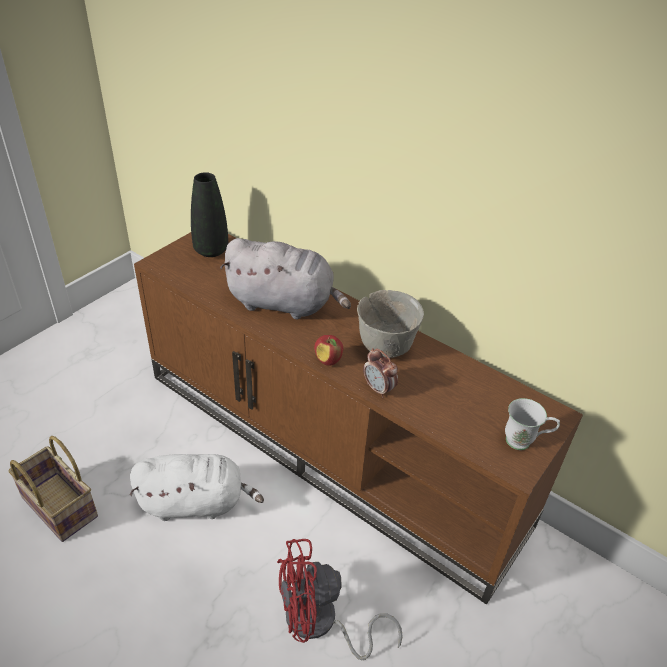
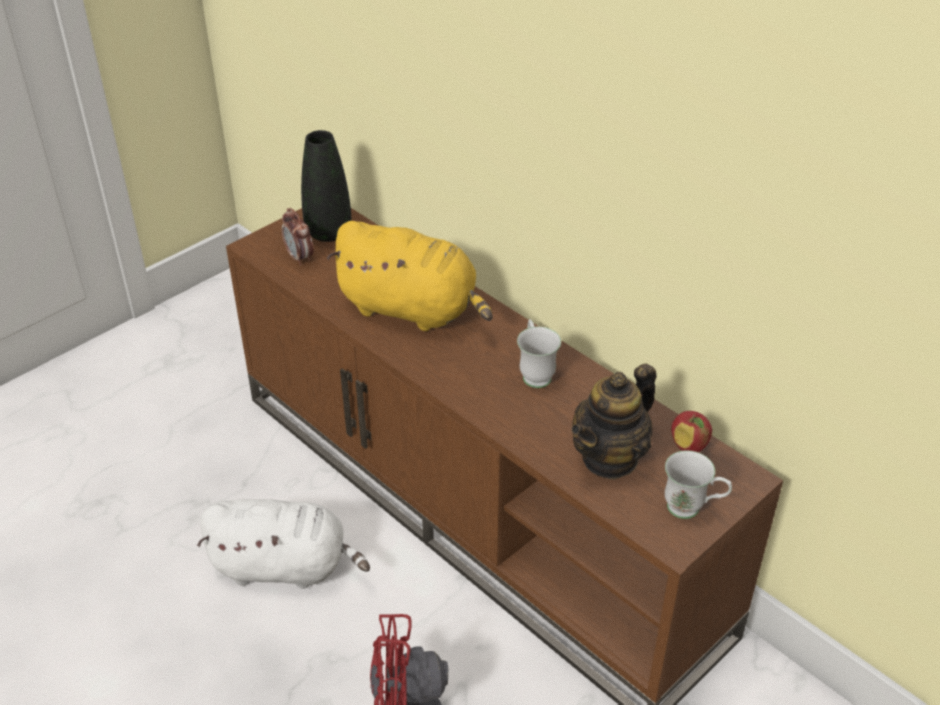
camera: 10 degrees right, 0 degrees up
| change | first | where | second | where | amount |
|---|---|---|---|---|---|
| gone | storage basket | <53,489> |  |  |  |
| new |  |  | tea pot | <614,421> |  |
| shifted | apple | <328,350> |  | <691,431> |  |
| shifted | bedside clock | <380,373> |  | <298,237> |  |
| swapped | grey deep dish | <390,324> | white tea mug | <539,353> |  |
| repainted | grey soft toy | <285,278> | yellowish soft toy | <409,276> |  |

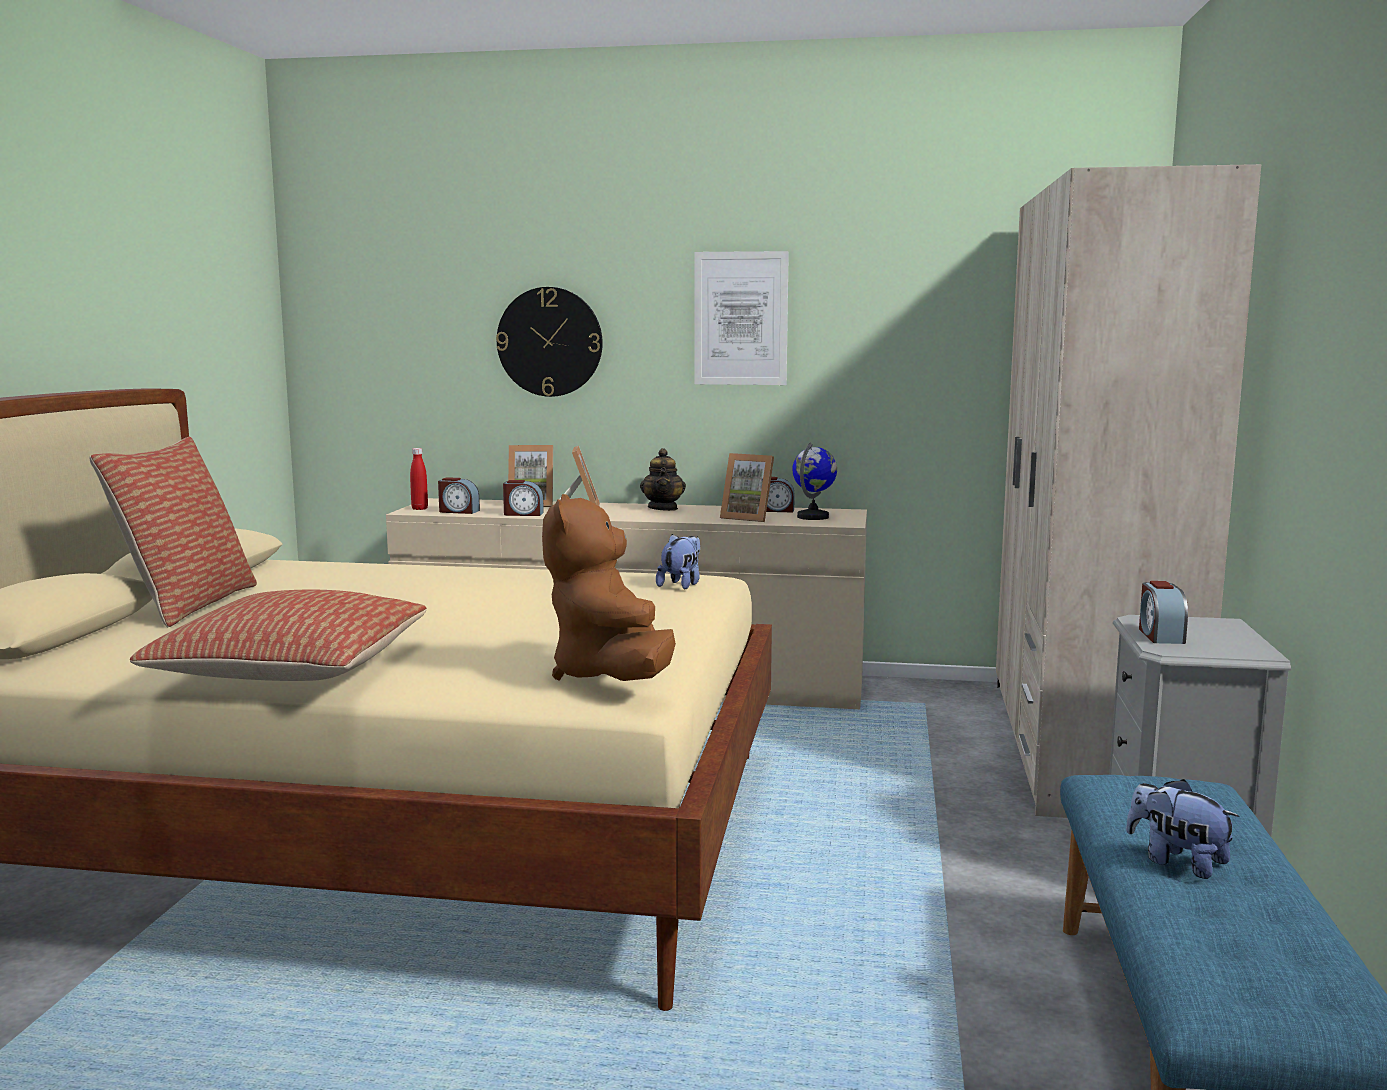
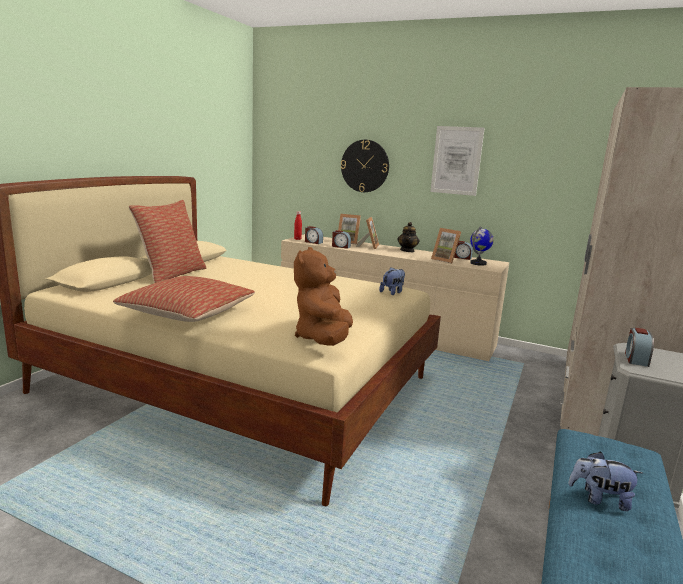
camera: 15 degrees right, 5 degrees up
| change | first | where | second | where | amount |
|---|---|---|---|---|---|
| rotated | soft toy | <1182,829> |  | <605,481> | 45 degrees counterclockwise |

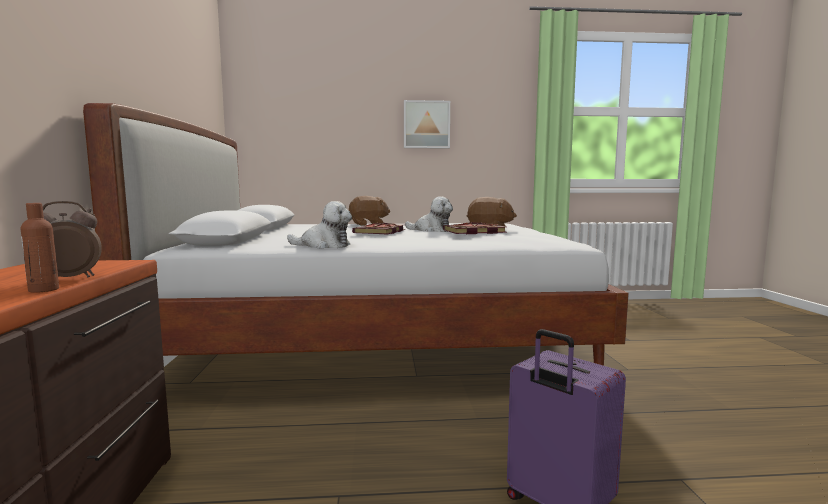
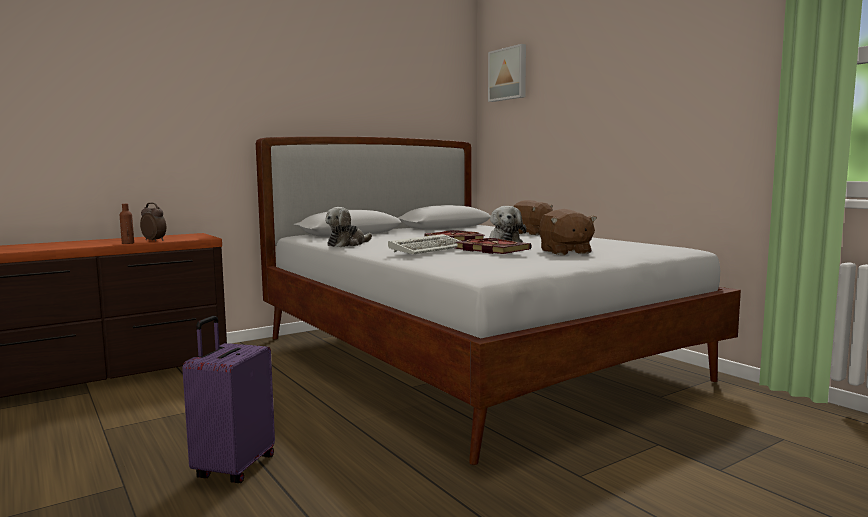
camera: 60 degrees right, 0 degrees up
| change | first | where | second | where | amount |
|---|---|---|---|---|---|
| new |  |  | PC keyboard | <424,244> |  |
| shifted | picture | <427,124> |  | <507,73> |  |
| rotated | soft toy | <319,225> |  | <348,227> | 60 degrees clockwise |

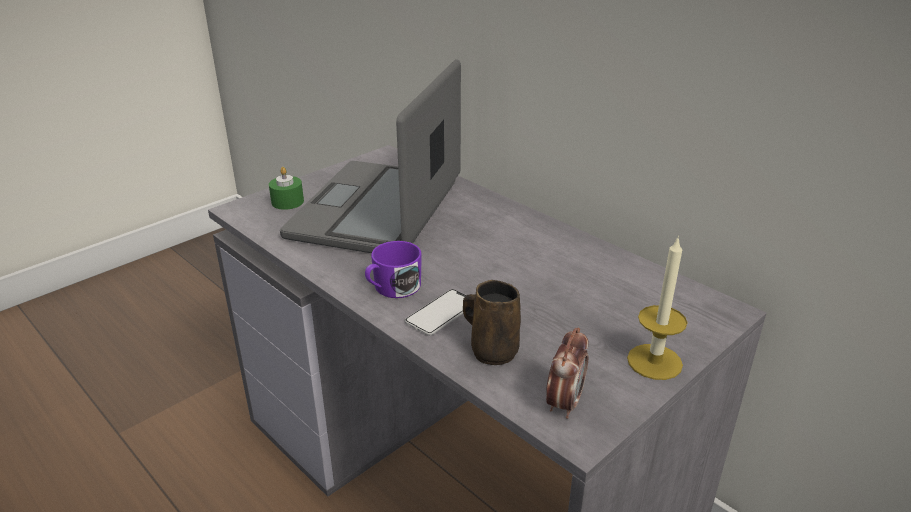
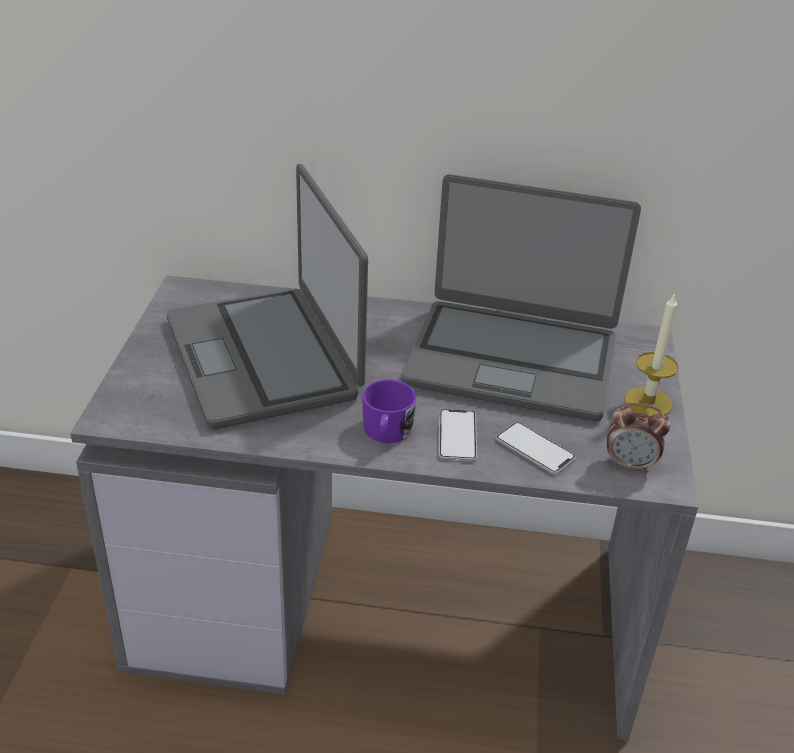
camera: 40 degrees left, 5 degrees up
| change | first | where | second | where | amount |
|---|---|---|---|---|---|
| gone | green wax light | <286,188> |  |  |  |
| new |  |  | laptop | <521,297> |  |
| swapped | brown-coloured tea mug | <492,322> | telephone | <536,448> |  |
| rotated | bedside clock | <567,373> |  | <638,438> | 120 degrees clockwise |

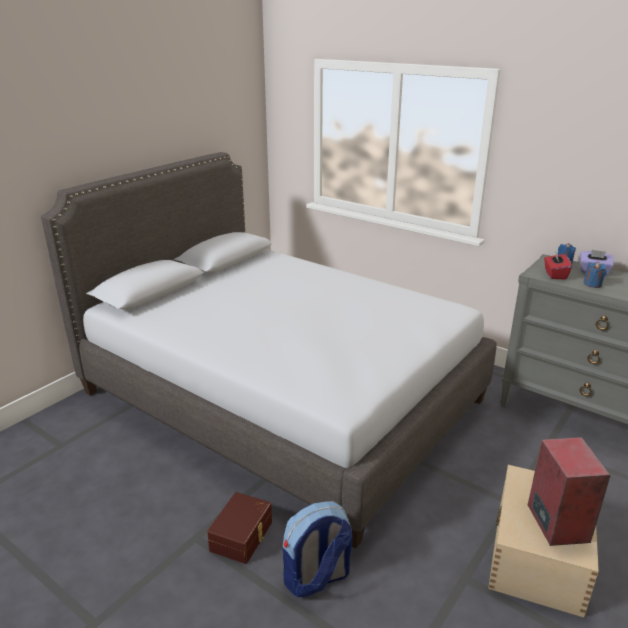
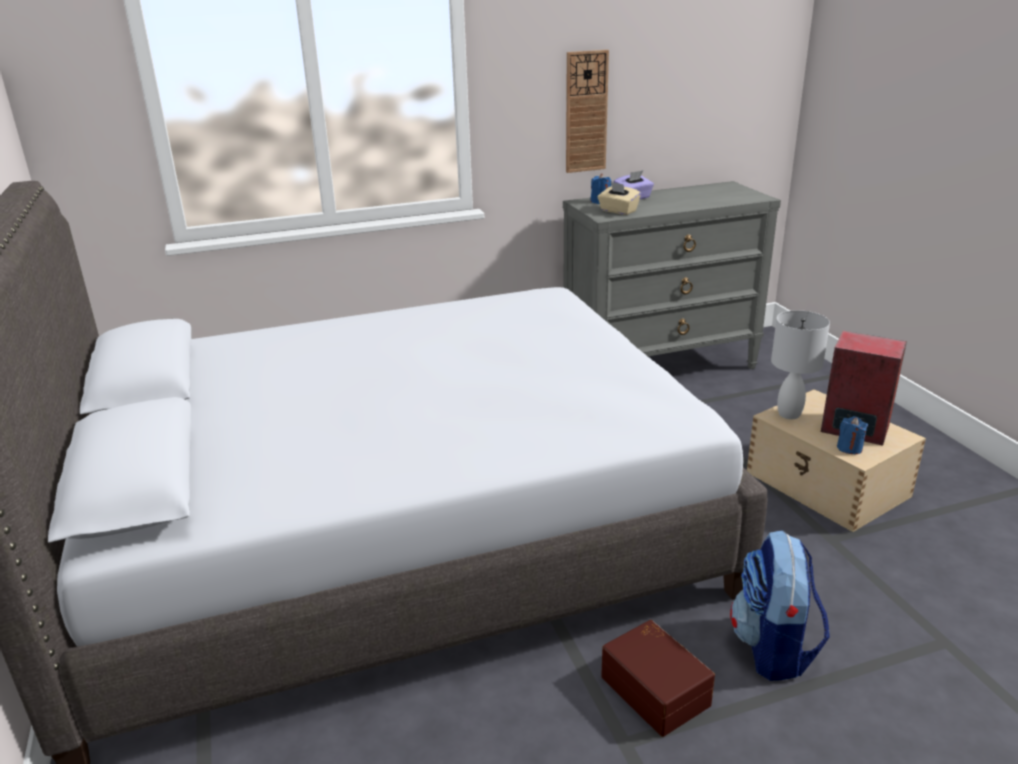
camera: 55 degrees left, 0 degrees up
| change | first | where | second | where | amount |
|---|---|---|---|---|---|
| new |  |  | clock on the wall | <587,111> |  |
| new |  |  | white table lamp | <800,364> |  |
| shifted | bluish wax light | <595,275> |  | <852,435> |  |
| repainted | red box of tissues | <558,265> | beige-coloured box of tissues | <619,198> |  |

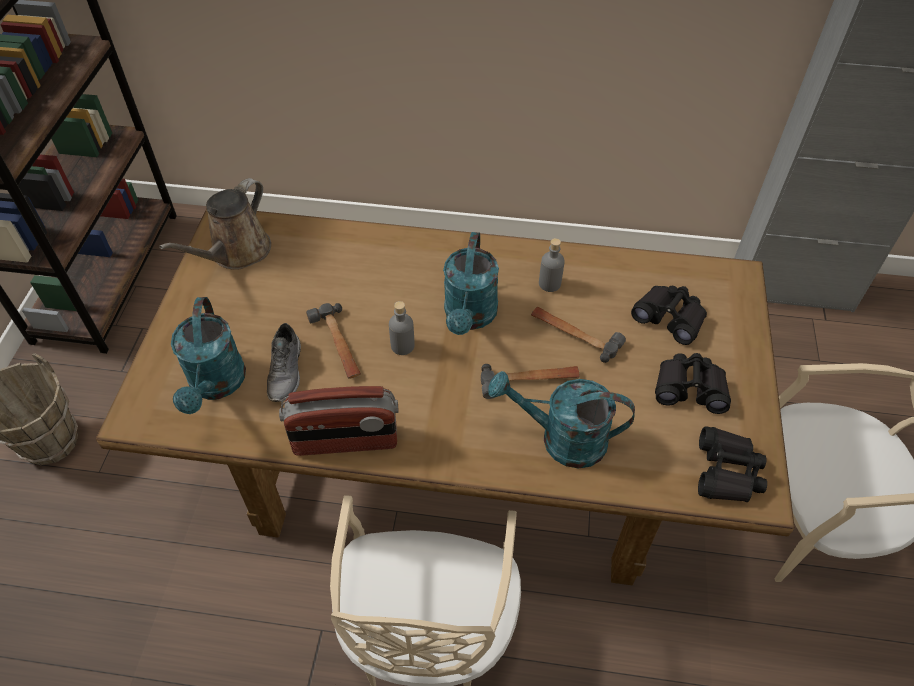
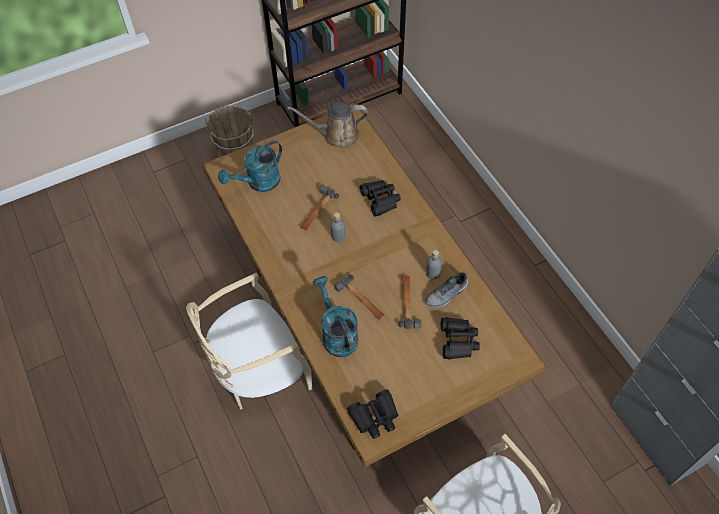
camera: 55 degrees right, 5 degrees up
| change | first | where | second | where | amount |
|---|---|---|---|---|---|
| gone | radio set | <339,421> |  |  |  |
| gone | turquoise watering pot | <471,283> |  |  |  |
| shifted | grey item of footwear | <284,362> |  | <446,290> |  |
| shifted | blackish field glasses | <693,383> |  | <380,198> |  |

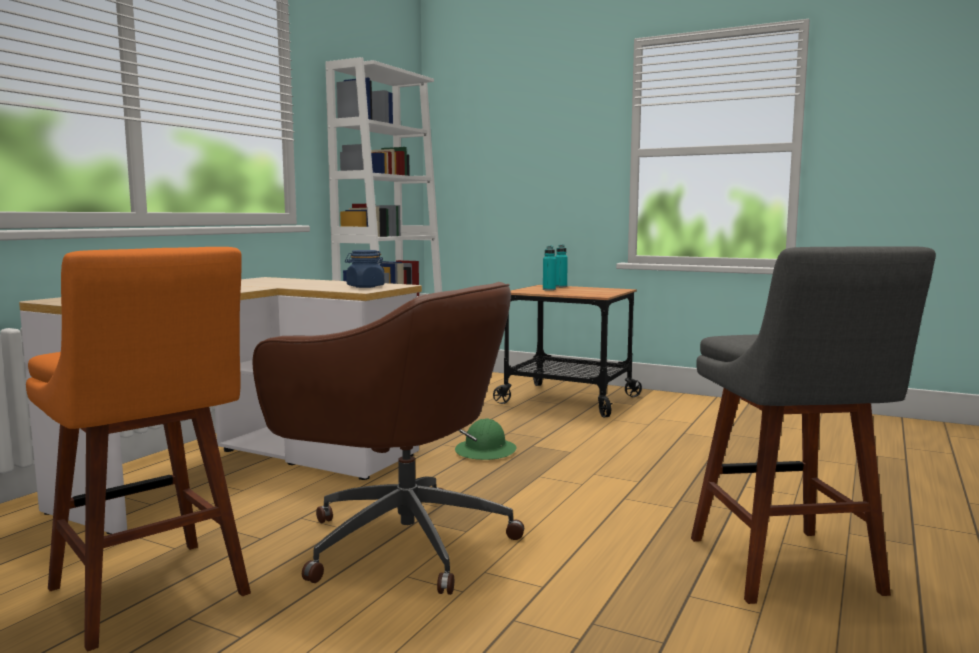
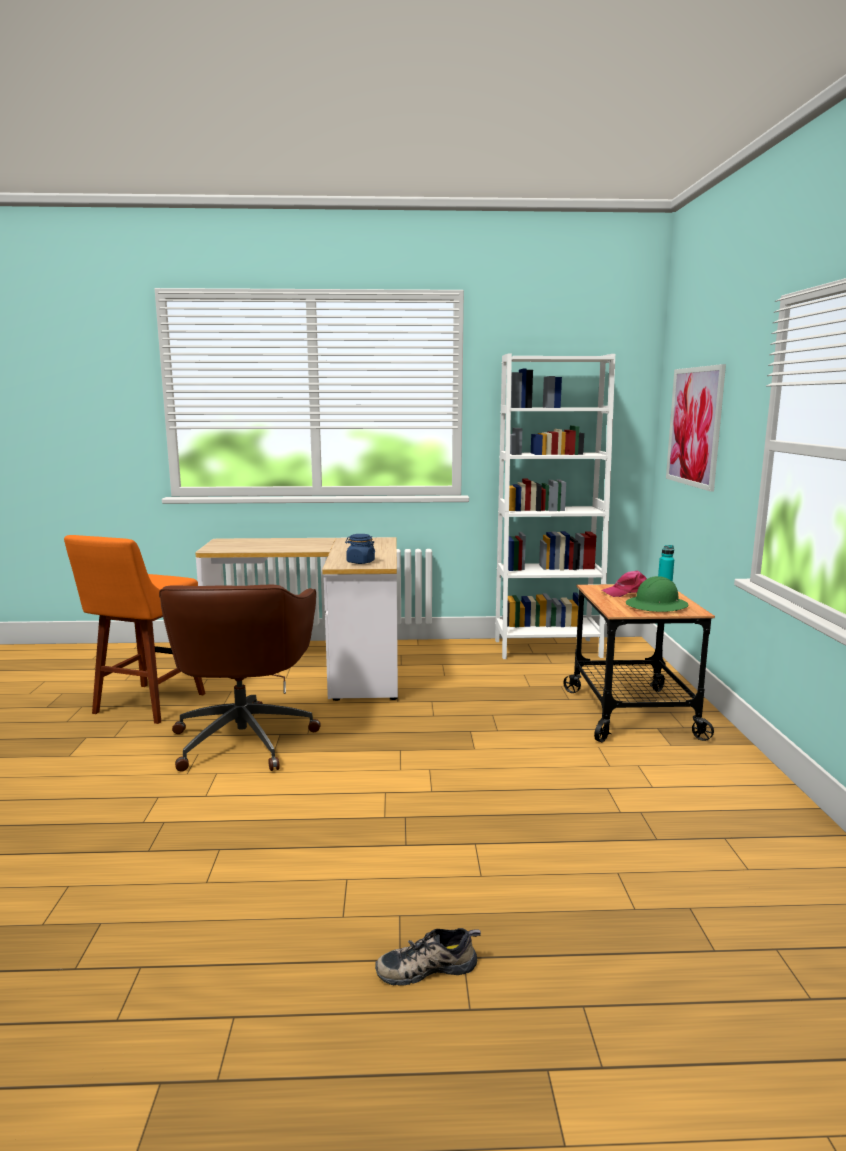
camera: 60 degrees right, 5 degrees up
| change | first | where | second | where | amount |
|---|---|---|---|---|---|
| gone | grey stool | <813,425> |  |  |  |
| new |  |  | item of footwear | <428,957> |  |
| new |  |  | picture | <696,428> |  |
| shifted | green safety helmet | <485,439> |  | <657,594> |  |
| swapped | turquoise bottle | <549,268> | pink baseball cap | <624,583> |  |

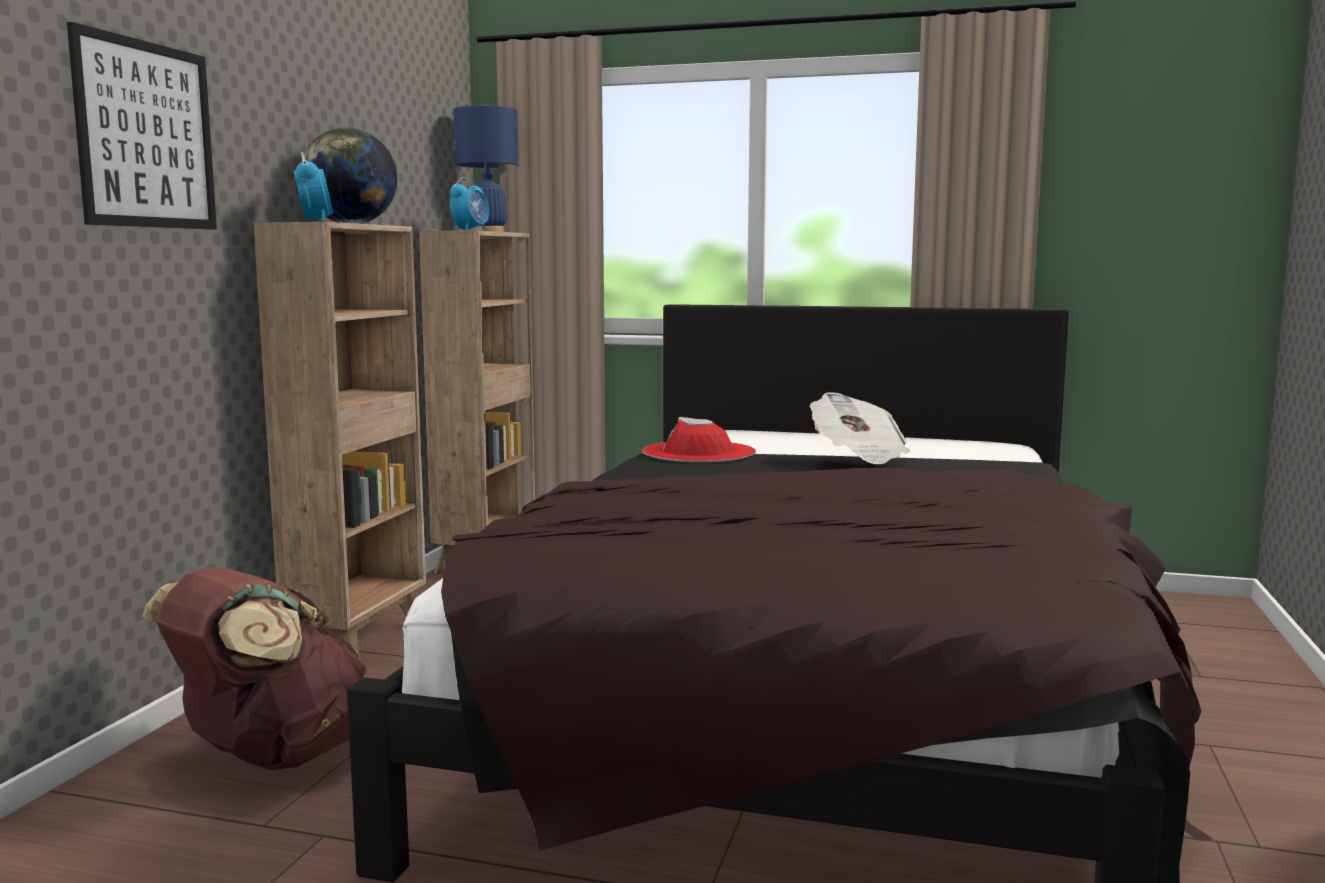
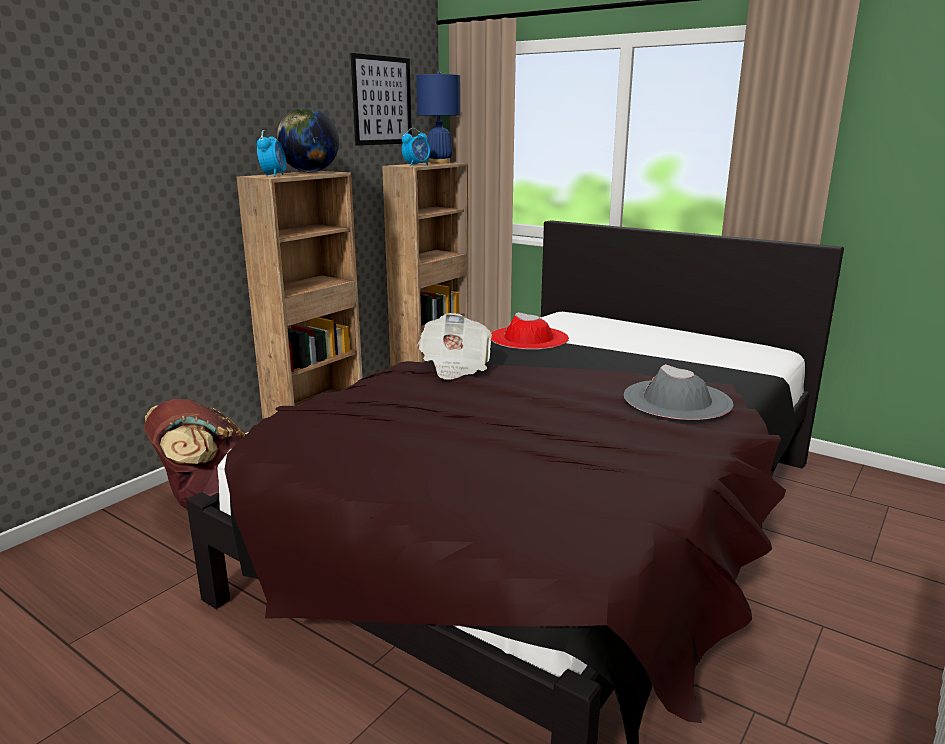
camera: 20 degrees right, 10 degrees up
| change | first | where | second | where | amount |
|---|---|---|---|---|---|
| new |  |  | grey hat | <679,392> |  |
| shifted | picture | <142,125> |  | <381,99> |  |
| shifted | daily paper | <860,428> |  | <454,346> |  |

